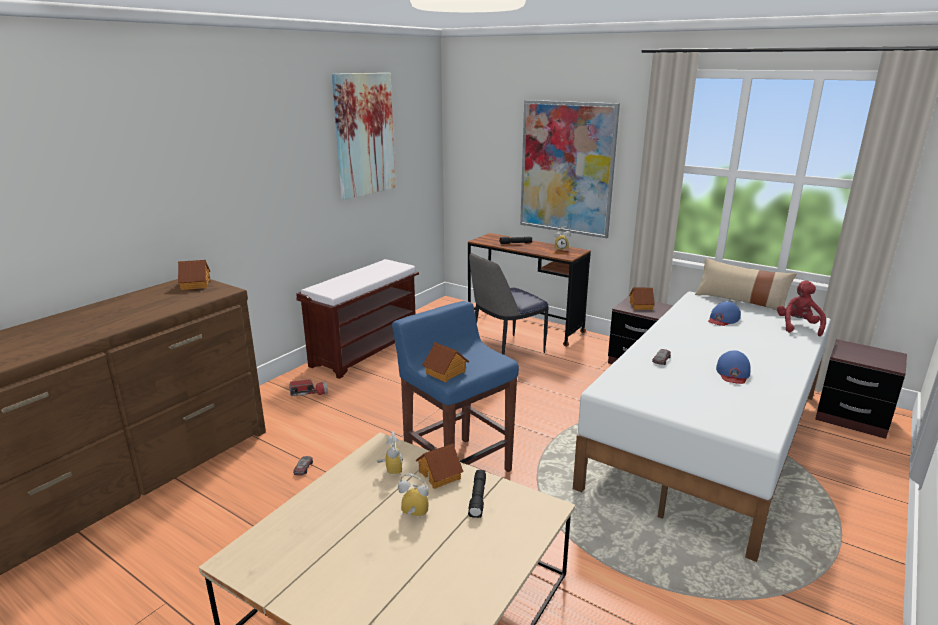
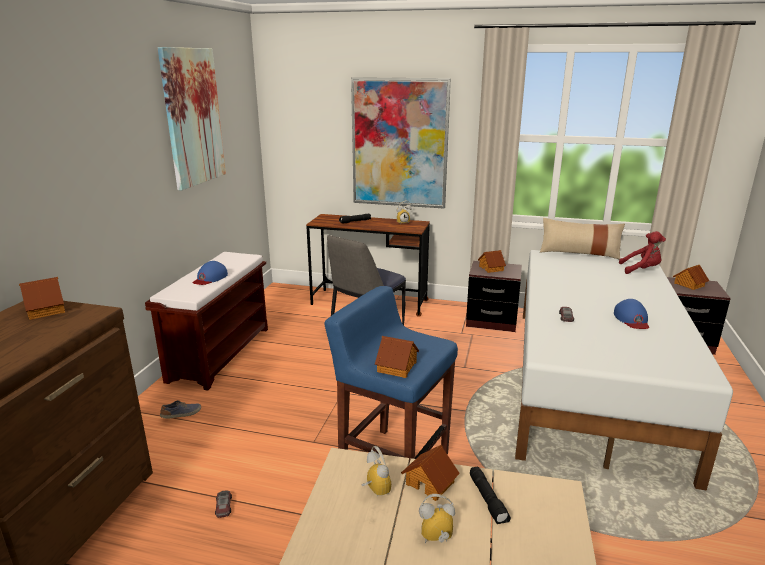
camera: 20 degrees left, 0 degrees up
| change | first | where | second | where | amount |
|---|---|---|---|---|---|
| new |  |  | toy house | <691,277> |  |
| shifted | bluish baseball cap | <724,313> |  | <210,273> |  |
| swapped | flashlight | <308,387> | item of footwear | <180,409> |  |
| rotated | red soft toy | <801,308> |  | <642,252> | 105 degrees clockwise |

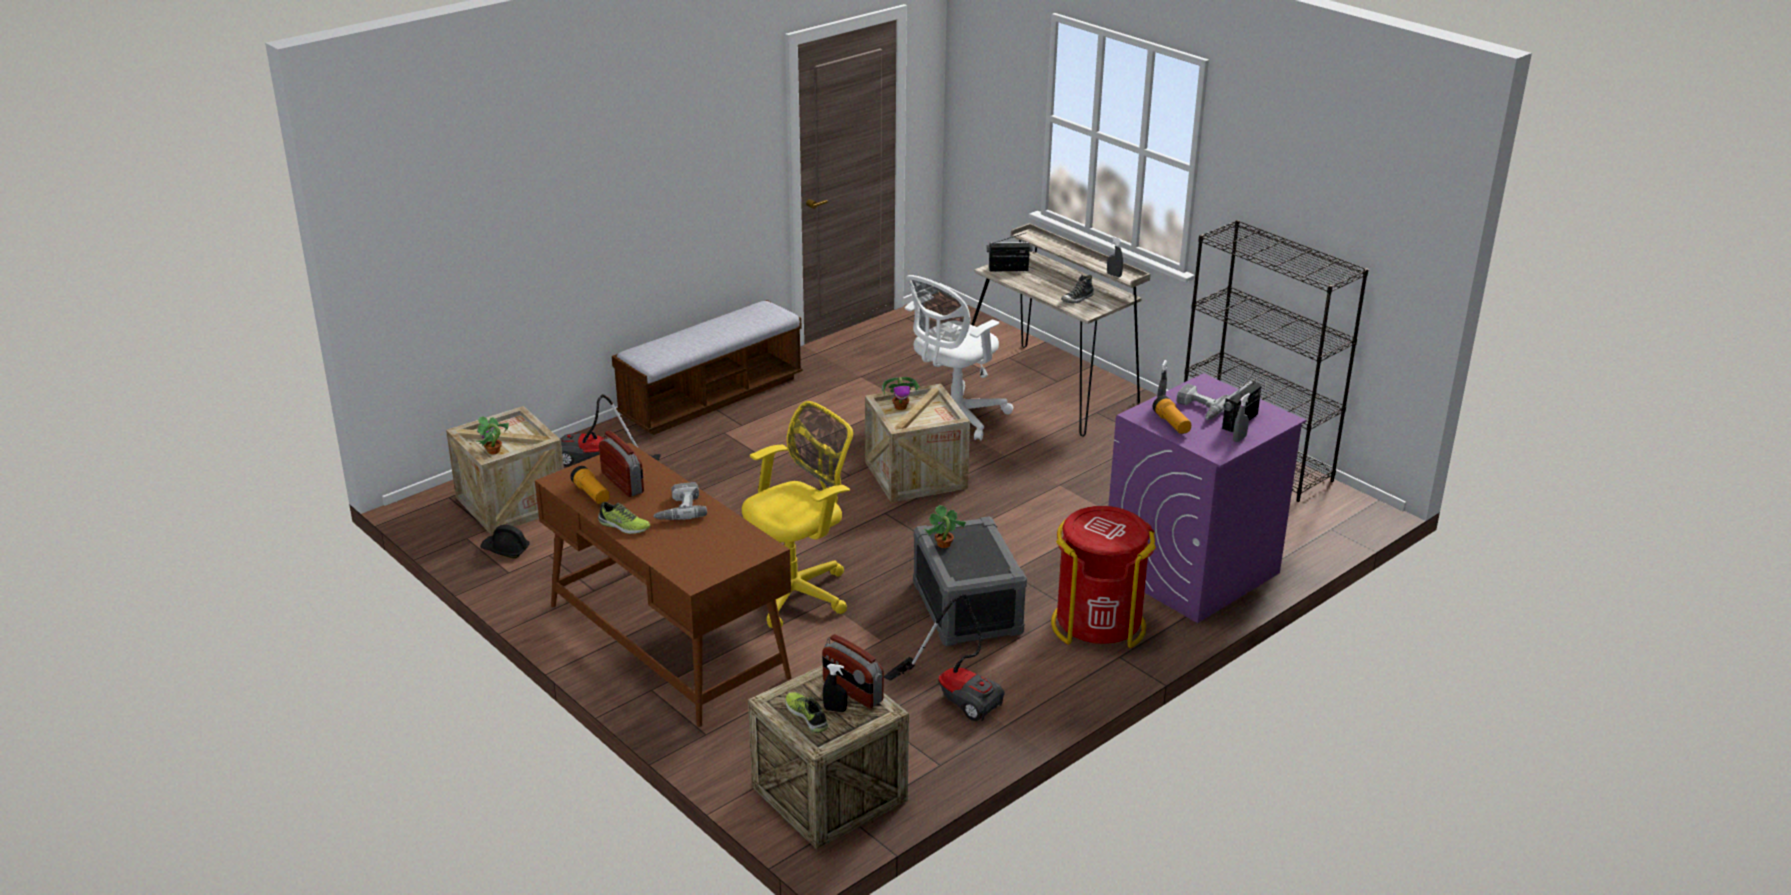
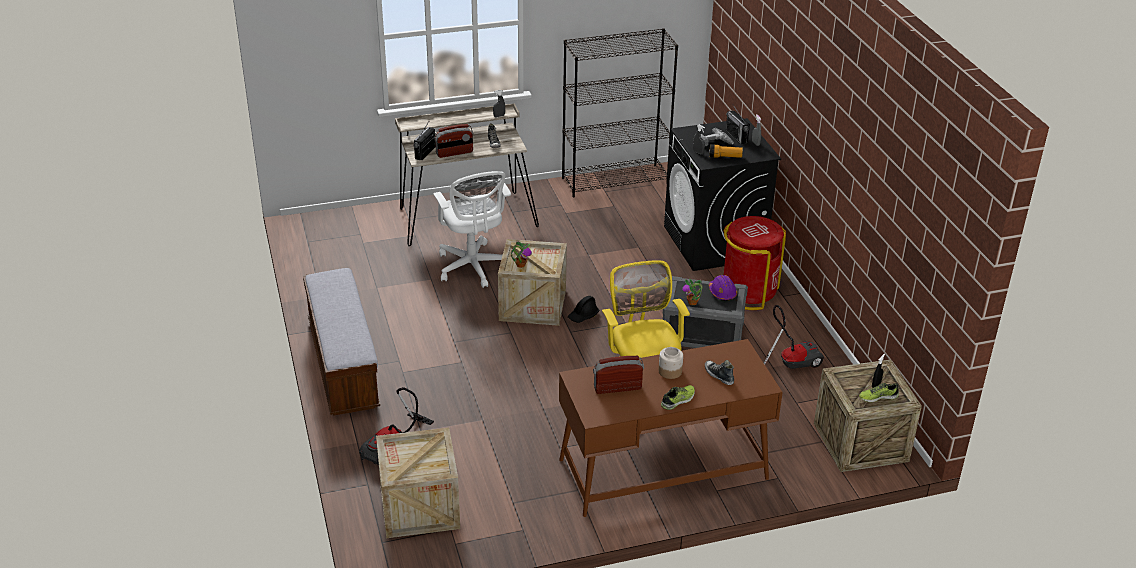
camera: 65 degrees left, 5 degrees up
| change | first | where | second | where | amount |
|---|---|---|---|---|---|
| gone | plant in a pot | <493,435> |  |  |  |
| gone | flashlight | <590,485> |  |  |  |
| new |  |  | item of footwear | <719,372> |  |
| new |  |  | purple safety helmet | <723,288> |  |
| shifted | blackish safety helmet | <505,542> |  | <583,309> |  |
| shifted | radio set | <853,671> |  | <453,141> |  |
| swapped | electric drill | <680,501> | storage jar | <671,363> |  |
| repainted | purple washing machine | <1207,498> | blackish washing machine | <722,194> |  |

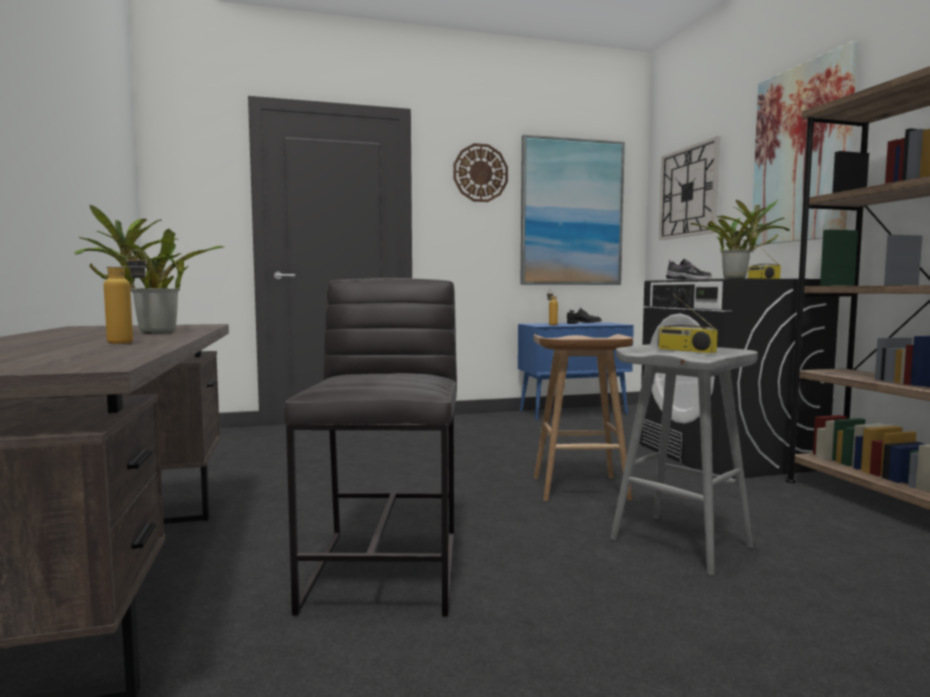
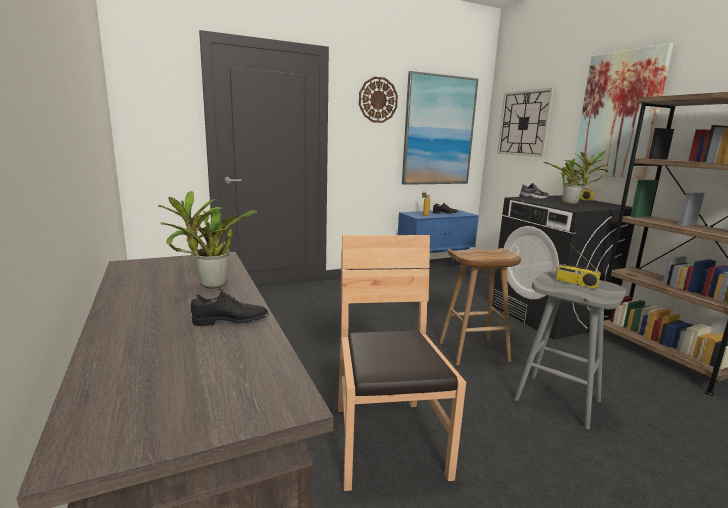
camera: 10 degrees left, 10 degrees up
| change | first | where | second | where | amount |
|---|---|---|---|---|---|
| swapped | bottle | <125,296> | blackish item of footwear | <230,307> |  |
| swapped | grey stool | <370,447> | brown-coloured chair | <402,363> |  |

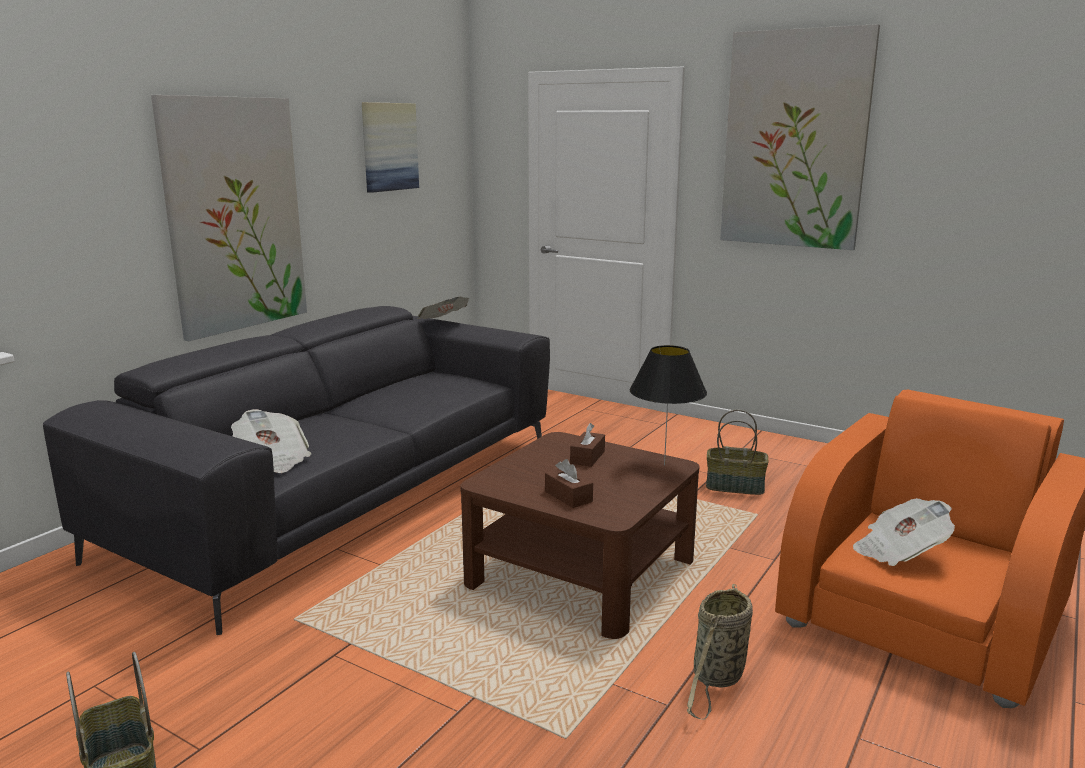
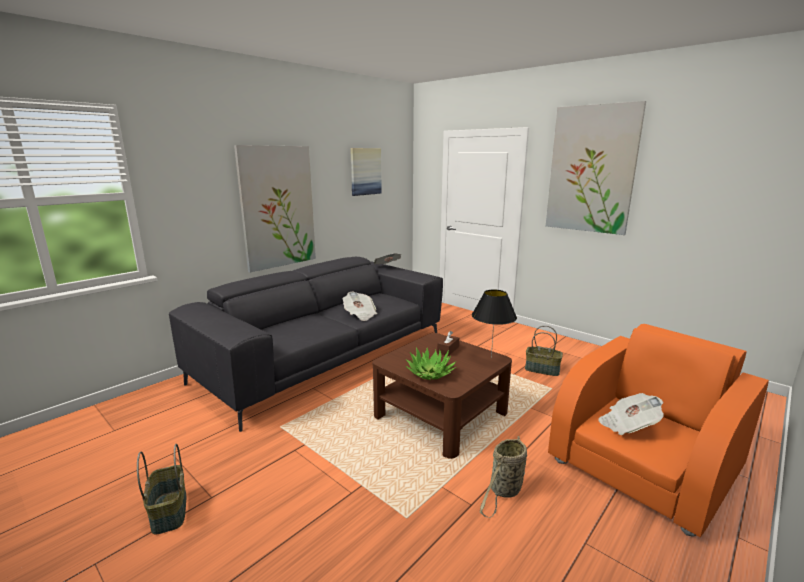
camera: 10 degrees right, 0 degrees up
| change | first | where | second | where | amount |
|---|---|---|---|---|---|
| shifted | daily paper | <271,441> |  | <360,306> |  |
| swapped | brown-coloured box of tissues | <569,483> | plant in a pot | <430,364> |  |

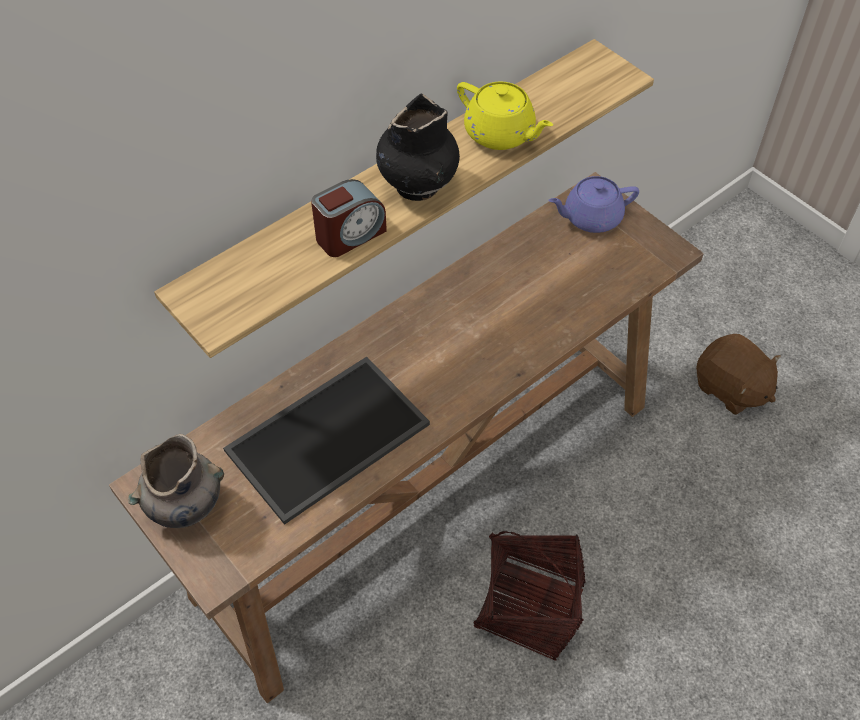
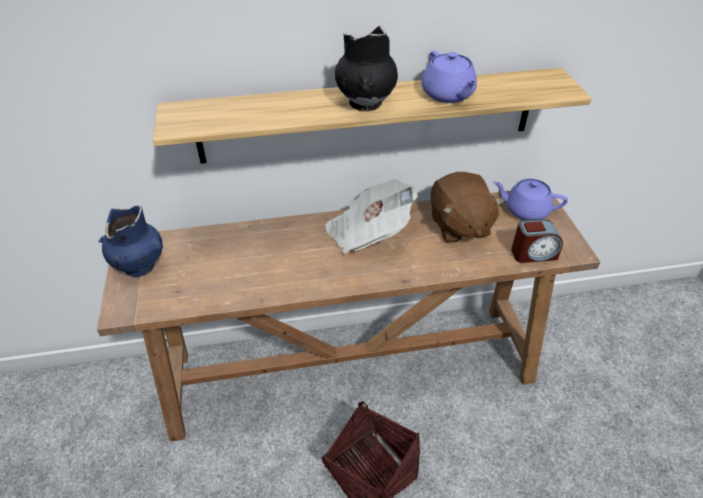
camera: 30 degrees right, 10 degrees down
| change | first | where | second | where | amount |
|---|---|---|---|---|---|
| gone | serving tray | <326,441> |  |  |  |
| new |  |  | daily paper | <371,216> |  |
| shifted | bedside clock | <349,218> |  | <537,241> |  |
| shifted | brown-coloured soft toy | <738,374> |  | <467,207> |  |
| repainted | grey decorative vase | <176,481> | bluish decorative vase | <130,241> |  |
| repainted | yellowish tea pot | <505,116> | purple tea pot | <449,77> |  |

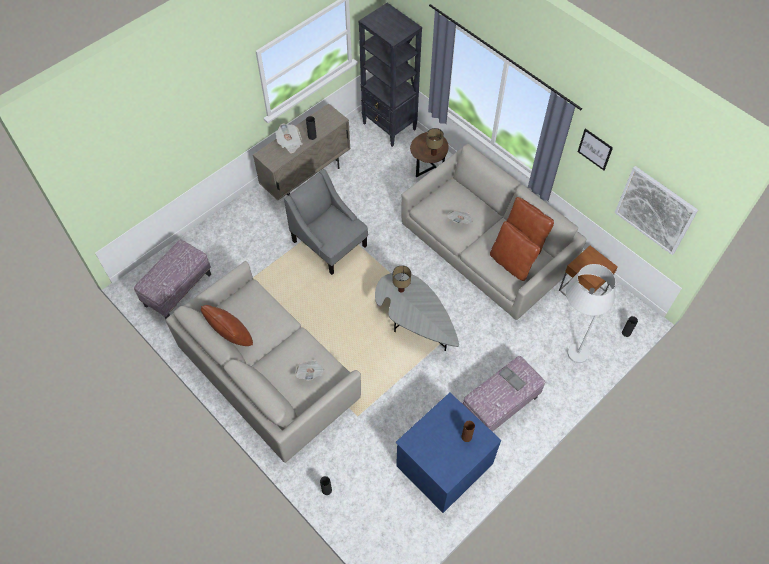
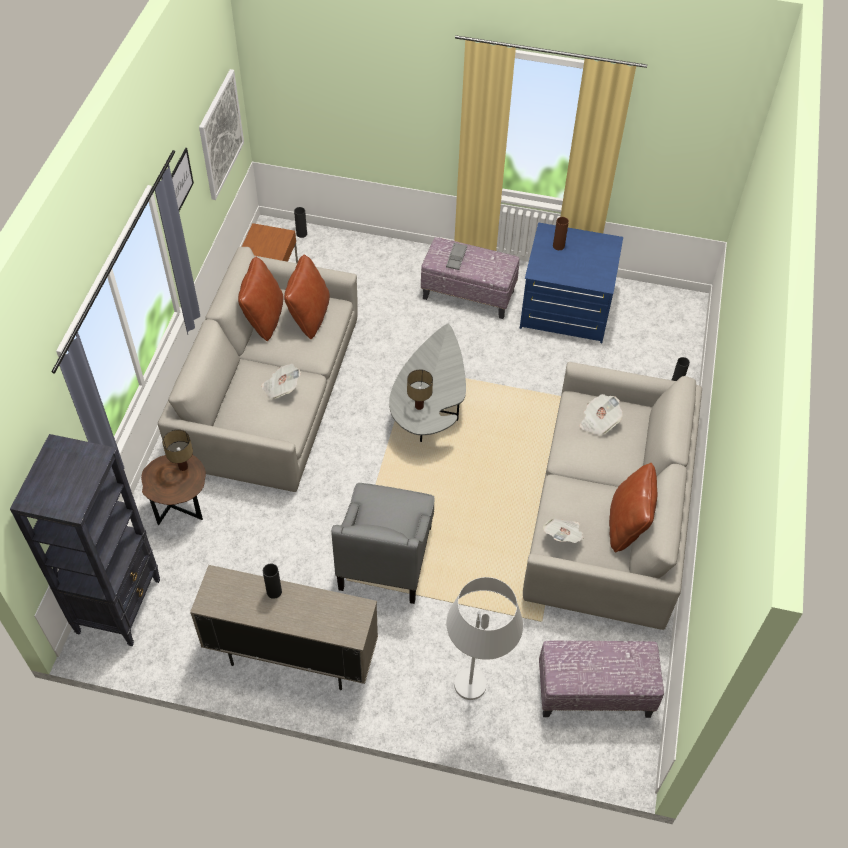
camera: 125 degrees left, 5 degrees down
| change | first | where | second | where | amount |
|---|---|---|---|---|---|
| shifted | daily paper | <289,138> |  | <563,530> |  |
| shifted | white floor lamp | <590,313> |  | <485,638> |  |

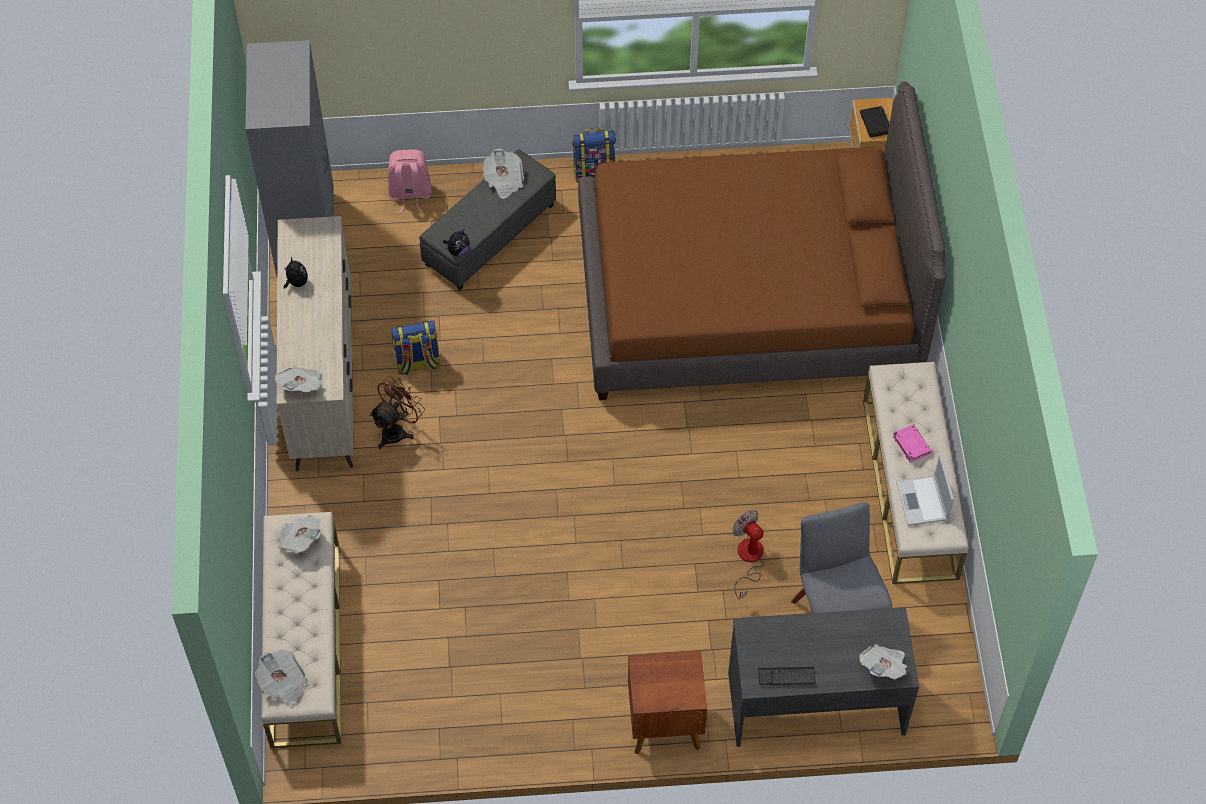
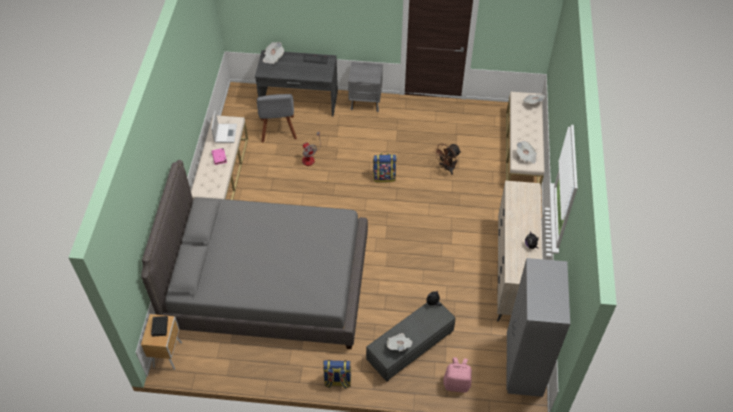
camera: 170 degrees left, 5 degrees down
| change | first | where | second | where | amount |
|---|---|---|---|---|---|
| gone | daily paper | <298,379> |  |  |  |
| shifted | brown-coloured electric fan | <397,412> |  | <447,159> |  |
| shifted | knapsack | <416,348> |  | <385,168> |  |
| repainted | brown-coloured sleeping bed | <762,240> | grey sleeping bed | <254,254> |  |
| repainted | brown-coloured night table | <667,702> | grey night table | <365,87> |  |

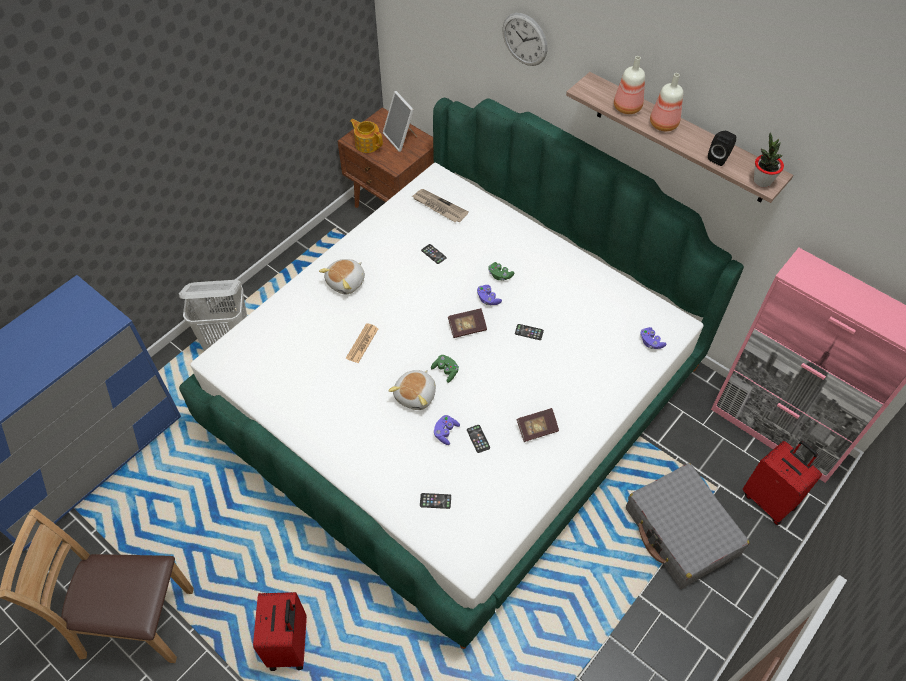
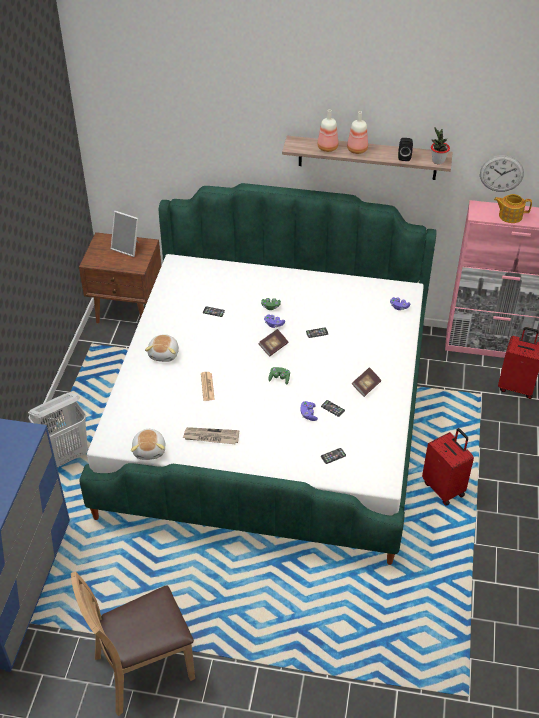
camera: 30 degrees left, 10 degrees down
| change | first | where | second | where | amount |
|---|---|---|---|---|---|
| gone | grey travel case | <688,526> |  |  |  |
| shifted | red travel case | <280,631> |  | <448,467> |  |
| shifted | tea pot | <366,136> |  | <513,208> |  |
| shifted | soft toy | <412,390> |  | <148,444> |  |
| shifted | daily paper | <440,206> |  | <211,435> |  |
| shifted | clock on the wall | <524,39> |  | <502,173> |  |

